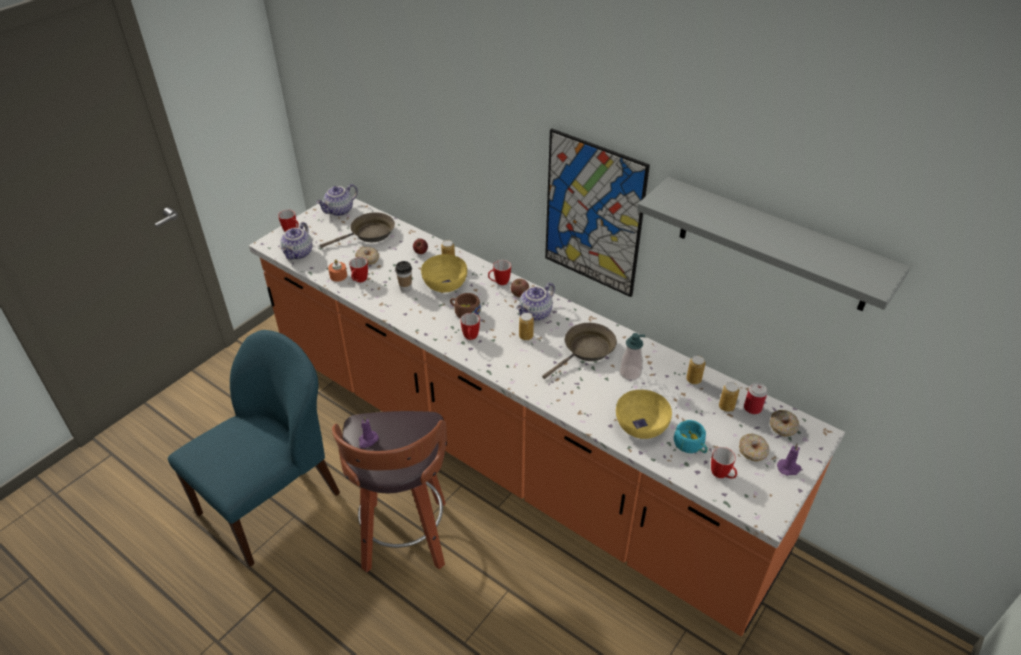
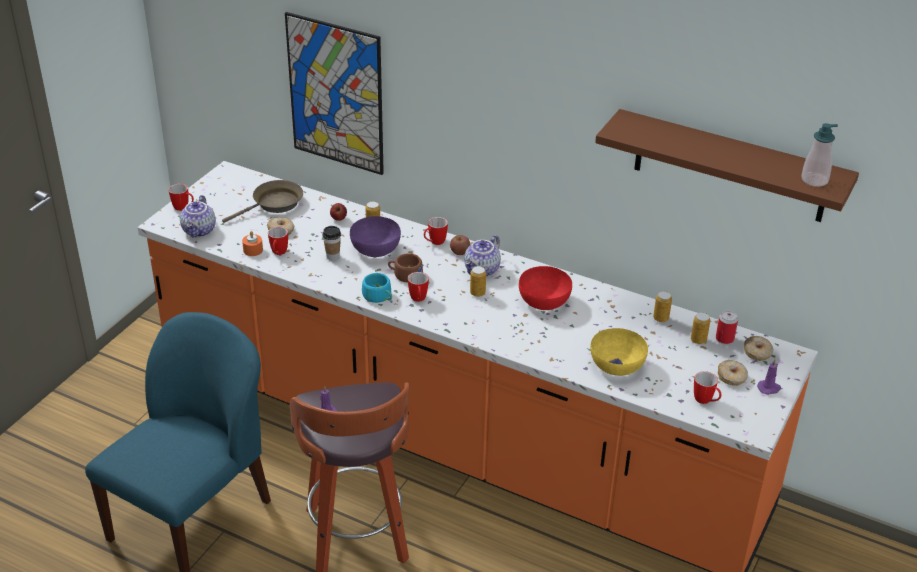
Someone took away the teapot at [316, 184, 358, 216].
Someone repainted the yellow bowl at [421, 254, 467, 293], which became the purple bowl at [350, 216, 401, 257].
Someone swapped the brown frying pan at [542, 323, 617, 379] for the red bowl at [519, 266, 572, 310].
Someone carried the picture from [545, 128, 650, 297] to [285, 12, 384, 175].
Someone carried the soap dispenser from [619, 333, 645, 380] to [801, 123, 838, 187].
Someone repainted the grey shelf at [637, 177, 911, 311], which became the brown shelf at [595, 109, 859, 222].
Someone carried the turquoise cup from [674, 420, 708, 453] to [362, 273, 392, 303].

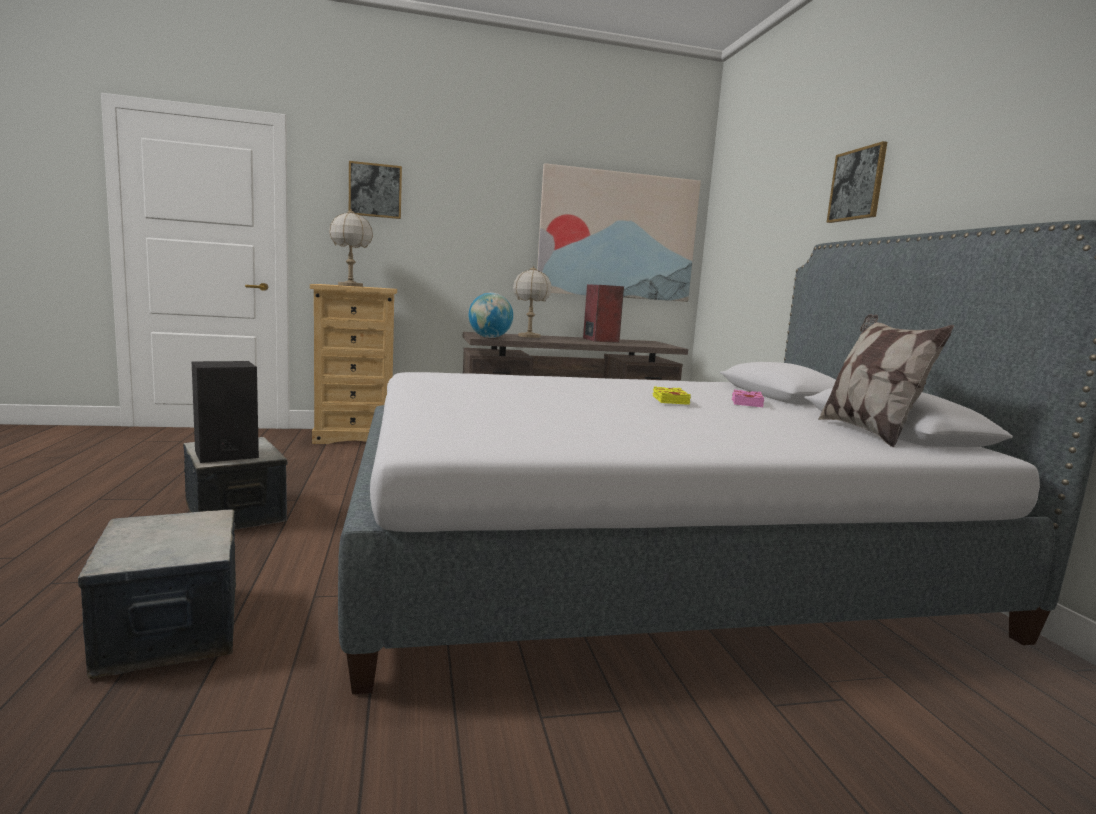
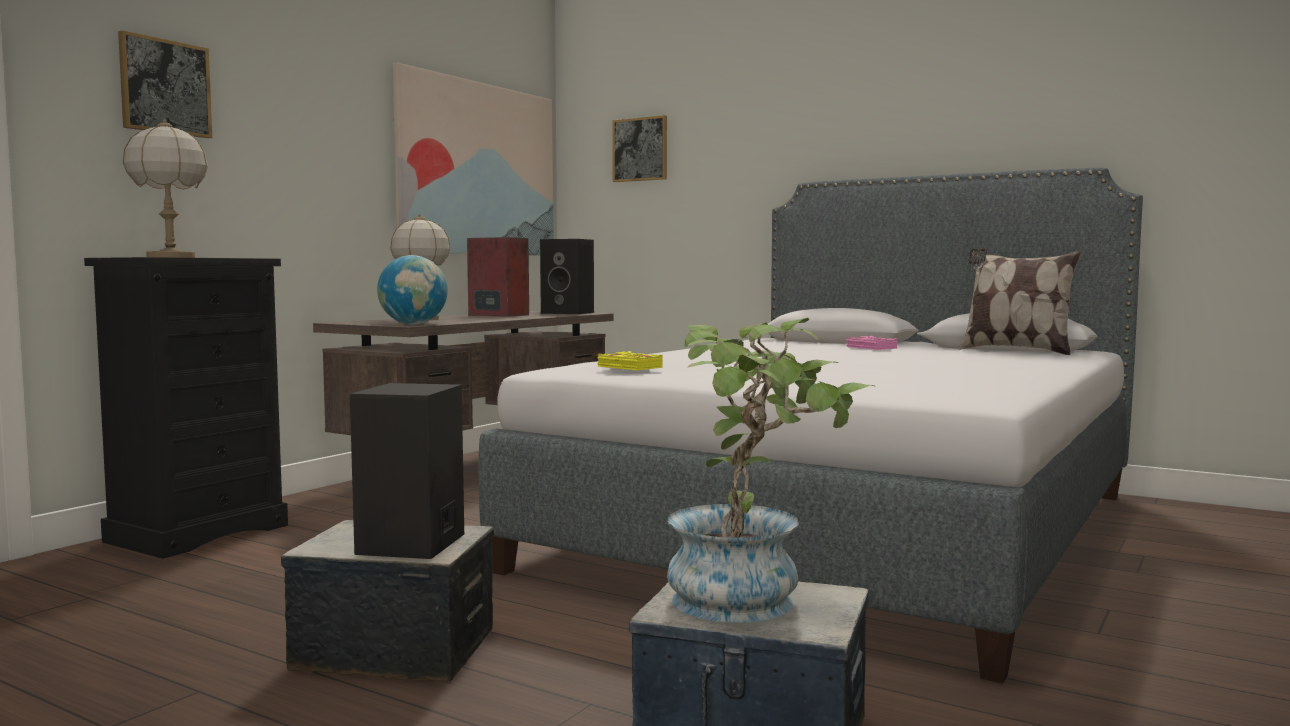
Someone repainted the beige dresser at [310, 284, 397, 444], which became the black dresser at [84, 257, 288, 559].
Someone carried the yellow book from [653, 386, 691, 405] to [598, 351, 663, 370].
Someone carried the picture from [826, 141, 887, 223] to [612, 115, 667, 182].
Someone put down the black speaker at [540, 239, 594, 314].
Someone put down the potted plant at [667, 318, 874, 623].

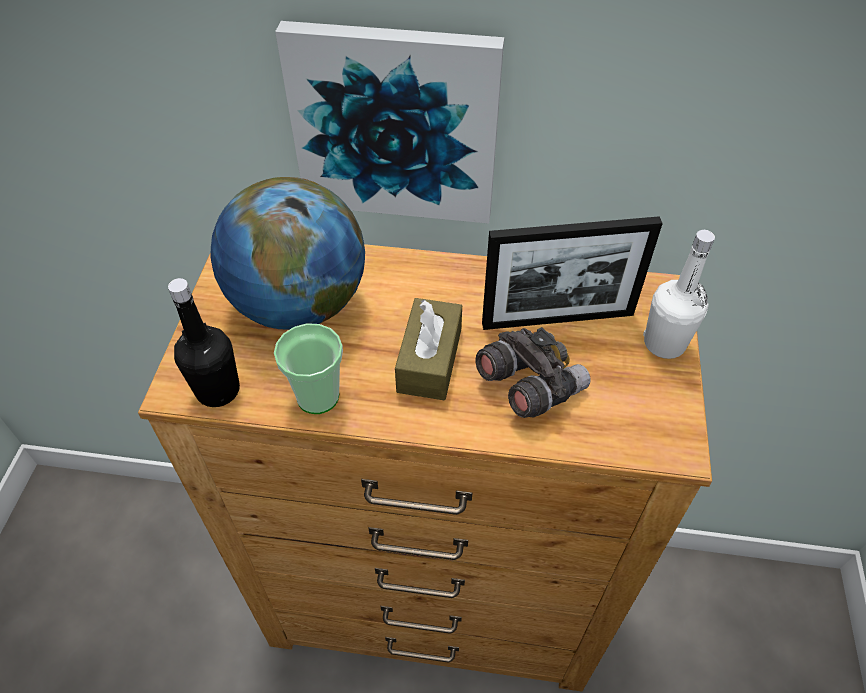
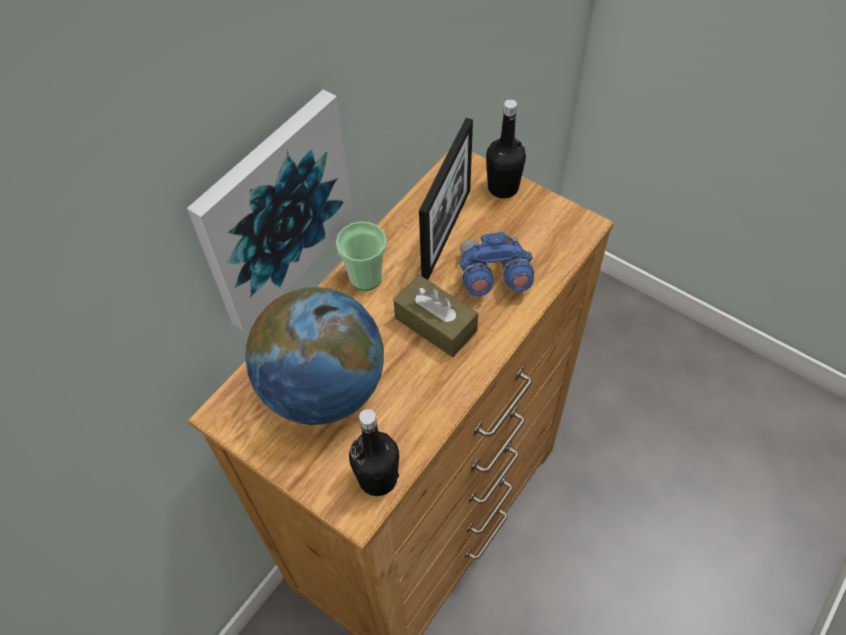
Someone carried the cup from [274, 323, 343, 414] to [336, 222, 387, 291].
Someone repainted the grey binoculars at [475, 327, 591, 418], which became the blue binoculars at [459, 232, 534, 296].
Someone repainted the white bottle at [643, 230, 715, 359], which became the black bottle at [486, 99, 526, 198].

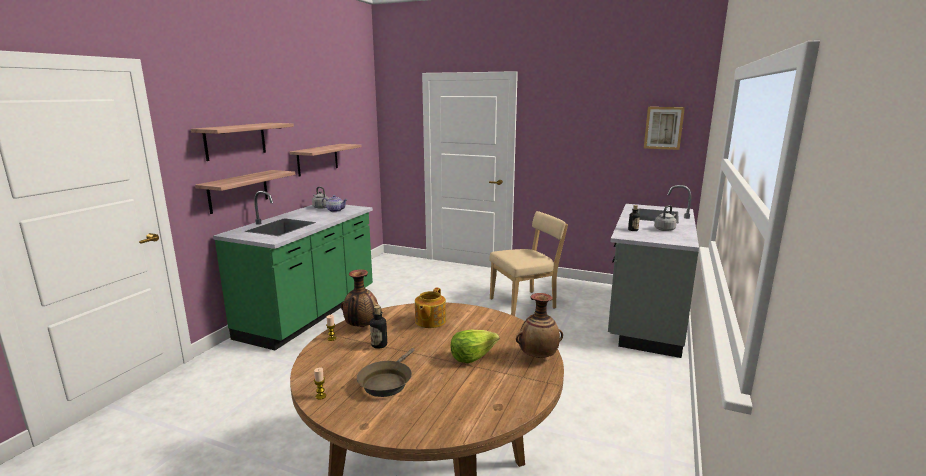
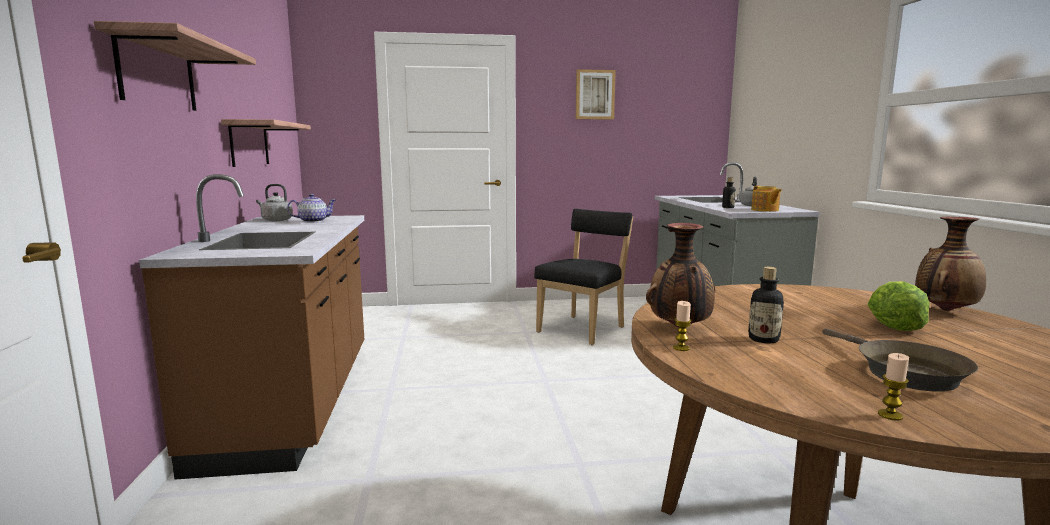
Someone took away the shelf at [195, 170, 295, 214].
Someone repainted the green counter at [213, 191, 373, 350], which became the brown counter at [139, 174, 364, 480].
Someone carried the teapot from [415, 288, 446, 328] to [751, 186, 782, 212].
Someone repainted the beige chair at [489, 211, 568, 316], which became the black chair at [534, 209, 633, 345].
Someone carried the picture from [644, 107, 685, 150] to [576, 69, 616, 119].

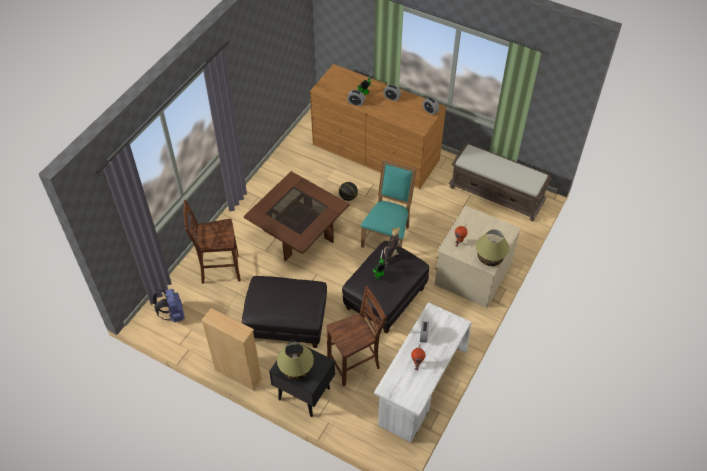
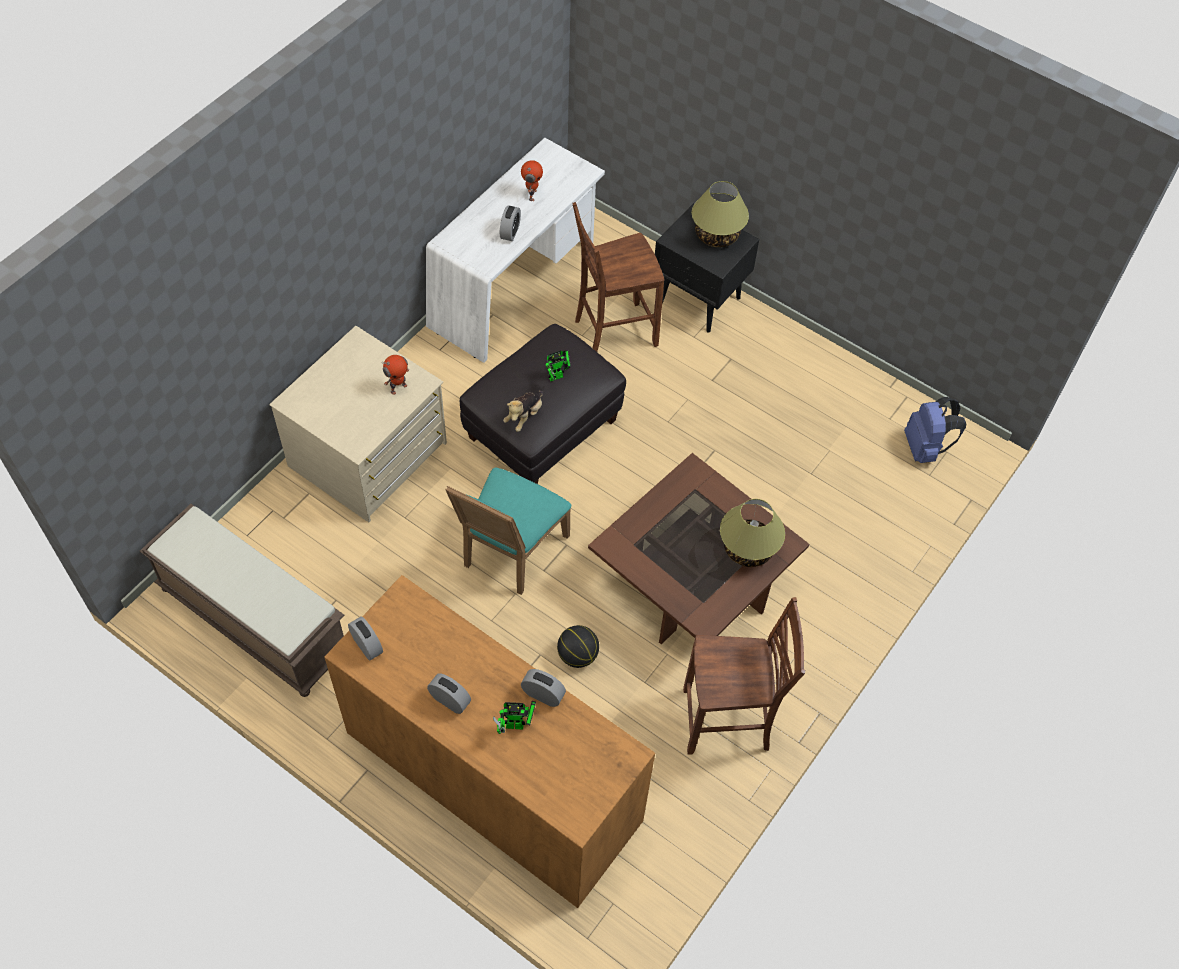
Someone carried the brown chair from [184, 200, 241, 284] to [683, 597, 805, 755].
Someone took away the beige bookcase at [201, 308, 263, 391].
Someone took away the black ottoman at [242, 276, 327, 348].
Someone carried the table lamp from [476, 229, 509, 266] to [720, 499, 785, 567].

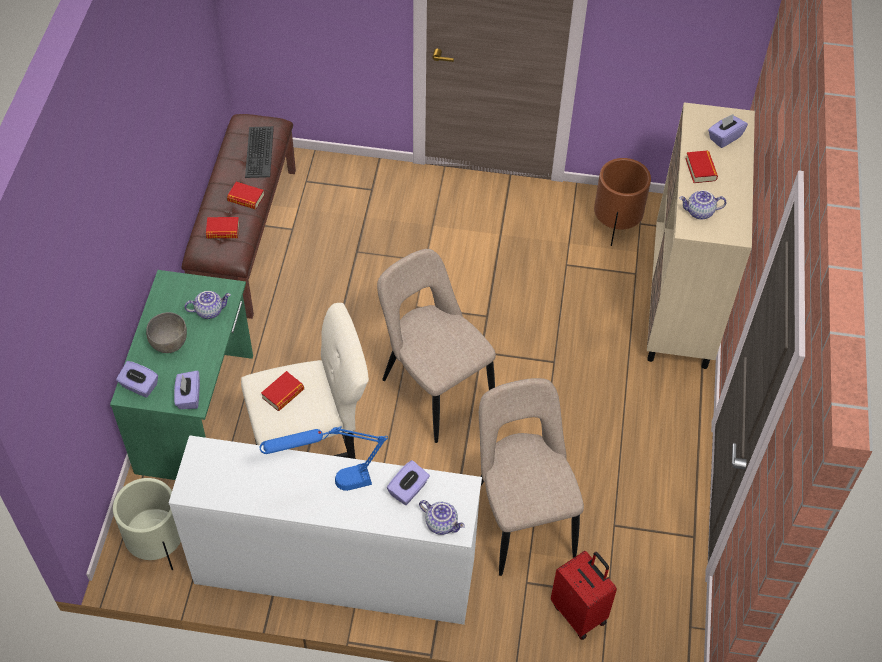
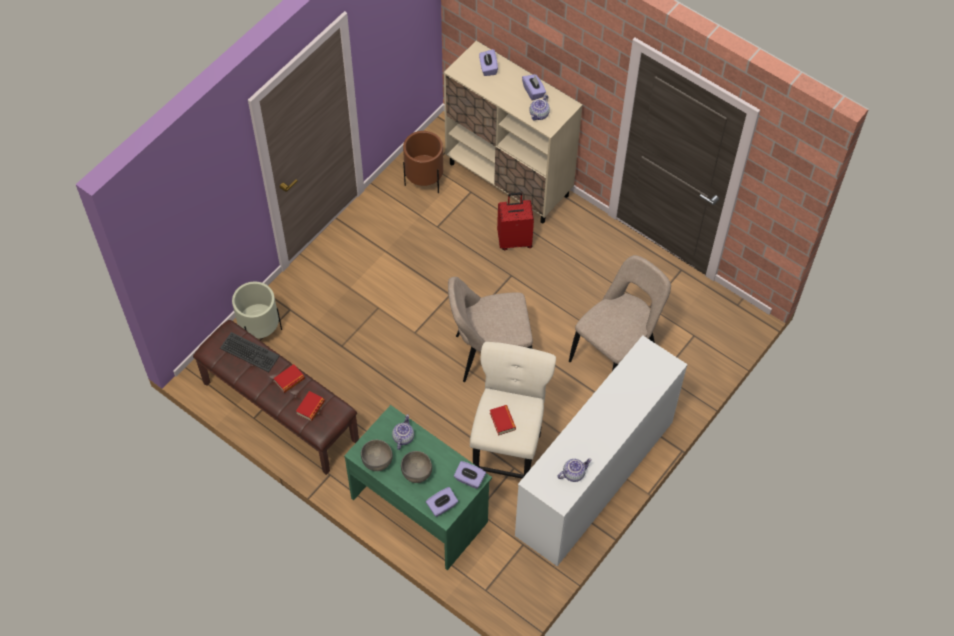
Someone carried the beige planter from [113, 478, 181, 570] to [232, 282, 282, 339].
Someone took away the blue table lamp at [260, 426, 388, 491].
Someone carried the purple tissue box from [387, 460, 430, 505] to [522, 74, 546, 101].
Someone carried the teapot from [419, 500, 465, 535] to [558, 458, 592, 482].
Someone rotated the beige chair at [479, 378, 584, 576] by 120 degrees clockwise.
Someone carried the red suitcase from [551, 551, 617, 640] to [497, 192, 534, 250].
Someone took away the book at [685, 150, 718, 183].
Someone put down the grey bowl at [361, 440, 393, 471].

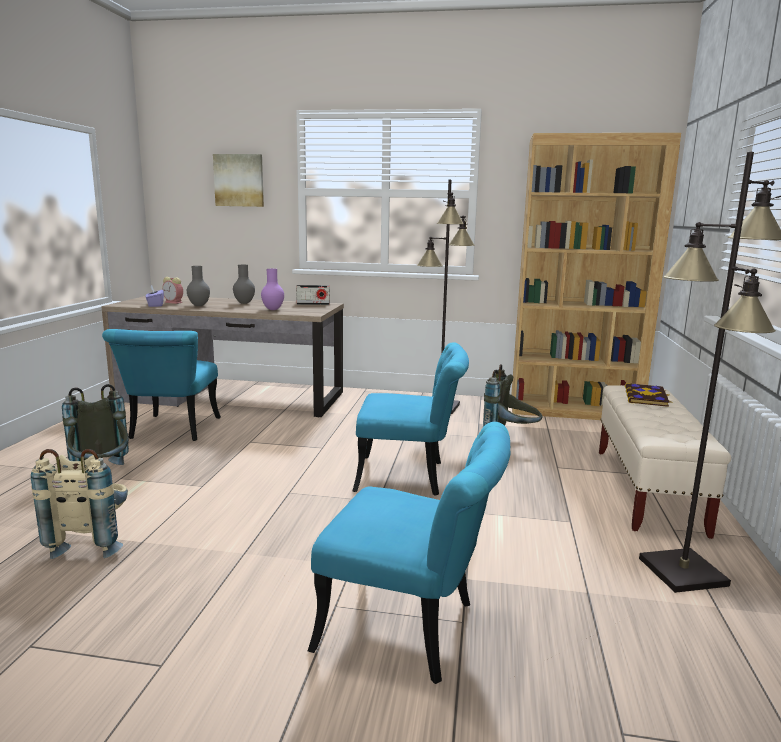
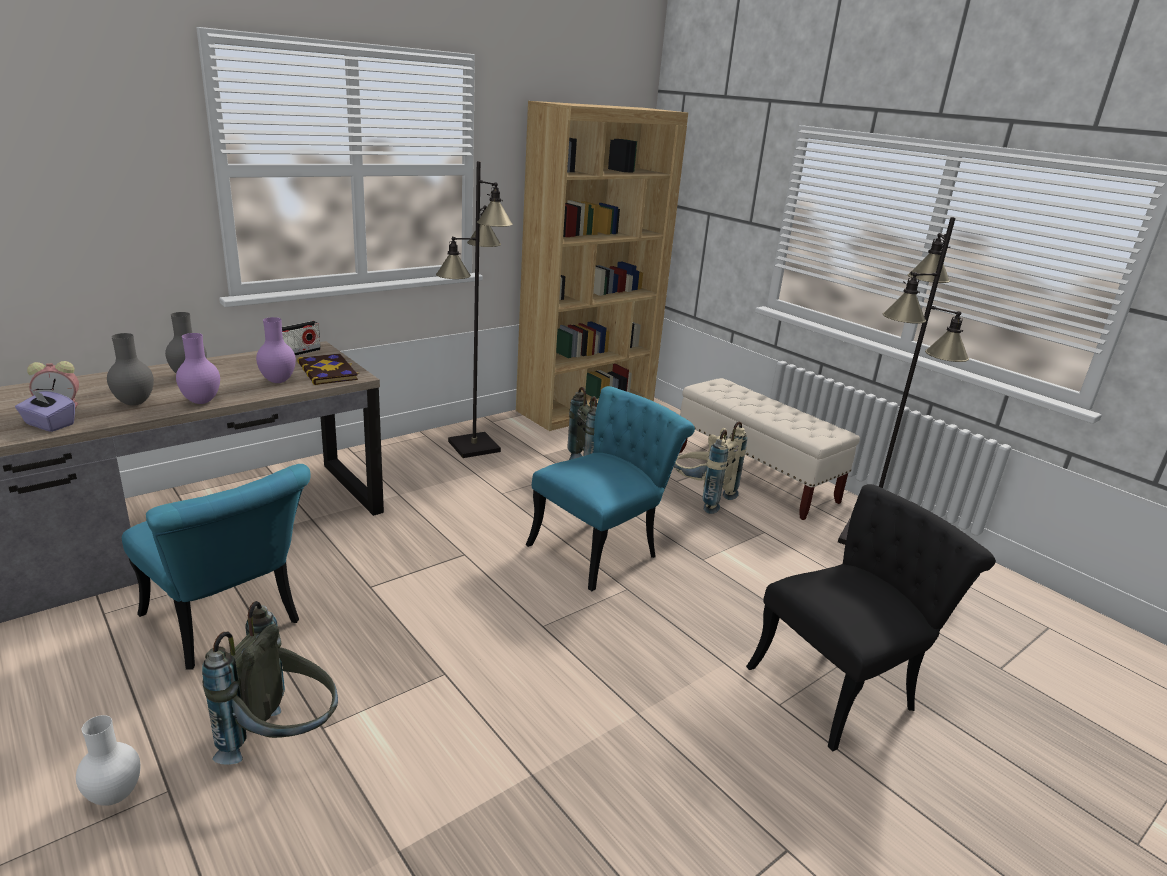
Someone carried the beige backpack from [31, 449, 128, 559] to [674, 422, 747, 514].
Someone took away the picture at [213, 154, 264, 207].
Someone repainted the turquoise chair at [308, 422, 510, 684], which became the black chair at [746, 484, 996, 751].
Someone carried the book from [625, 383, 672, 407] to [297, 353, 360, 385].
Someone put down the white vase at [76, 715, 141, 806].
Someone put down the purple vase at [176, 333, 220, 404].

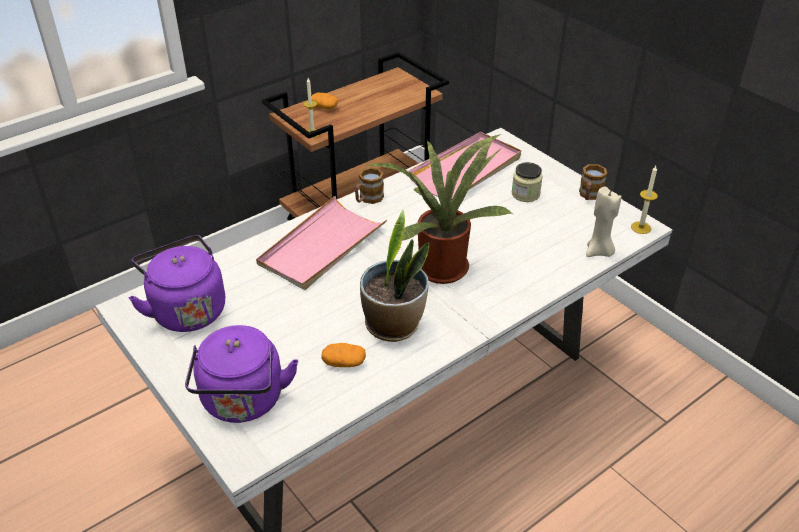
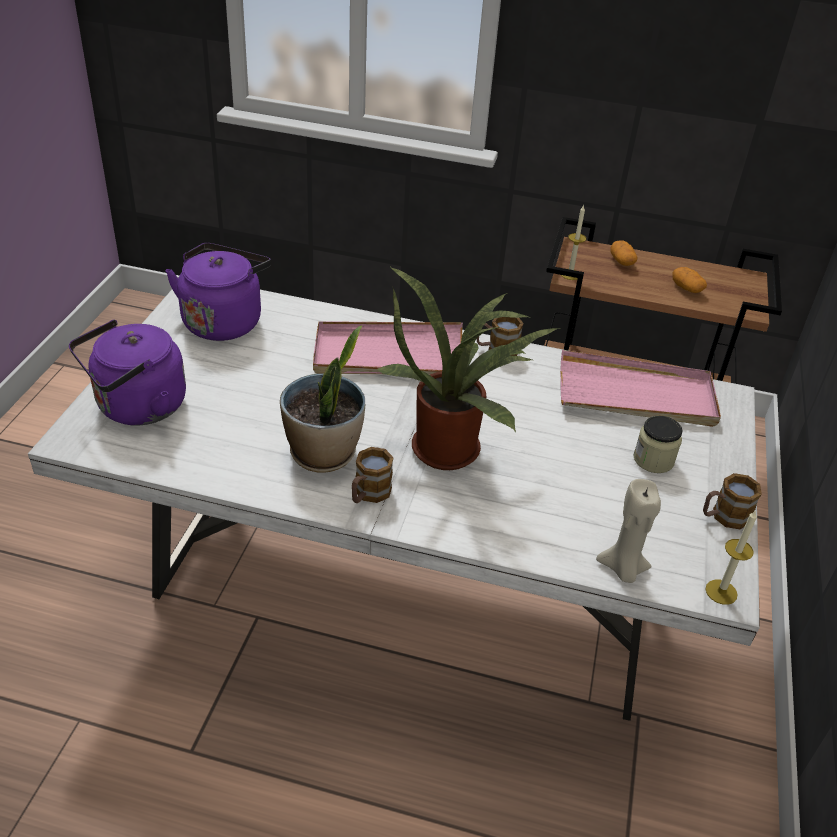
Someone carried the potato from [321, 343, 366, 367] to [672, 267, 707, 293].
Someone put down the mug at [352, 447, 394, 503].

